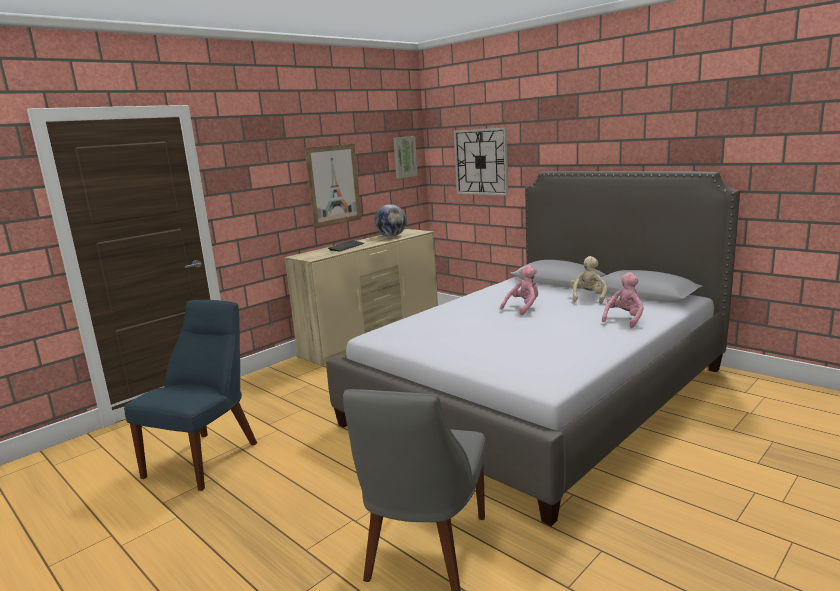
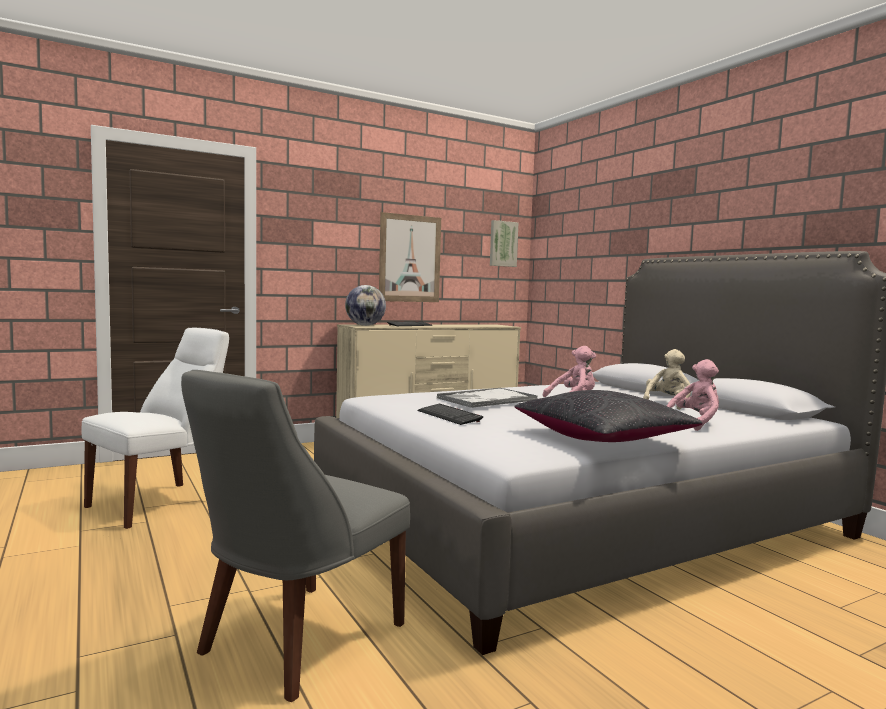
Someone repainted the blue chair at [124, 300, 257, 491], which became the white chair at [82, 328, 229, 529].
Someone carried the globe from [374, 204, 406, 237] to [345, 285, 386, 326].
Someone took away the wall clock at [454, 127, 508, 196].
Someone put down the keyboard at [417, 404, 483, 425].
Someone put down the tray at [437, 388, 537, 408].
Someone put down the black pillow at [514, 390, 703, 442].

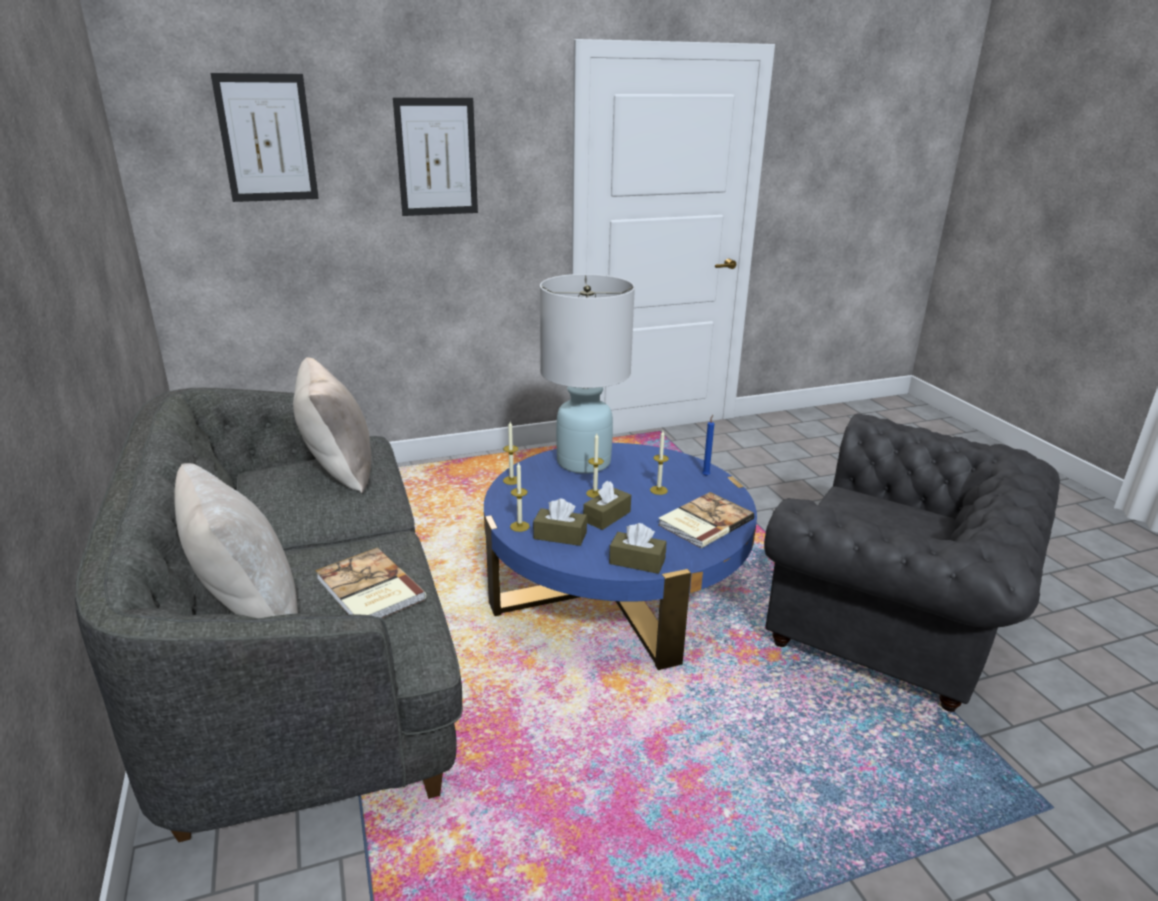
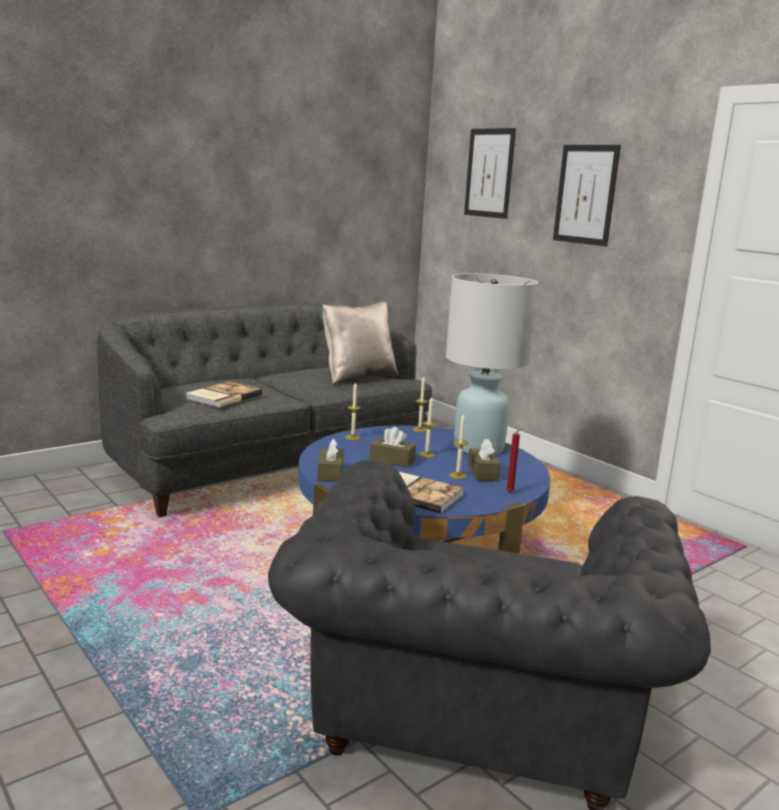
Someone took away the beige pillow at [174, 463, 298, 618].
Someone carried the brown tissue box from [533, 499, 587, 546] to [468, 439, 500, 481].
Someone repainted the blue candle at [702, 415, 714, 476], which became the red candle at [506, 428, 524, 493].

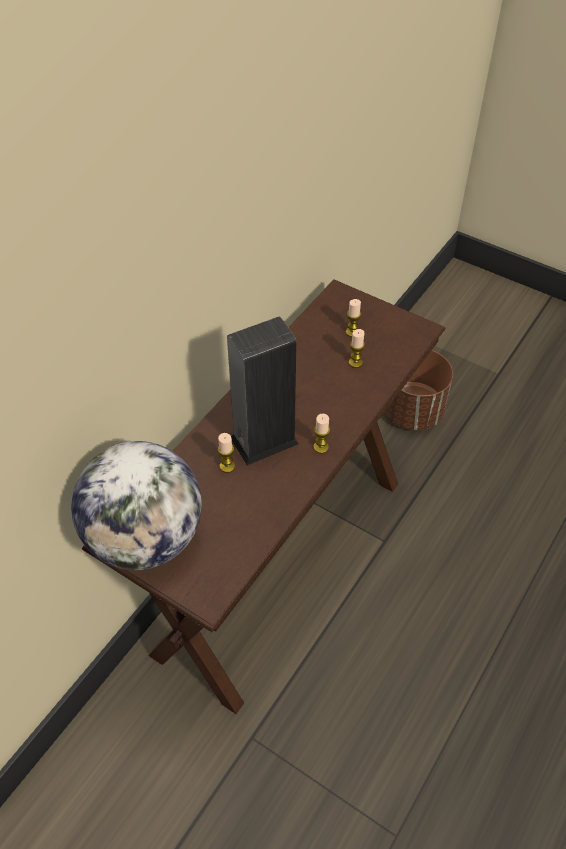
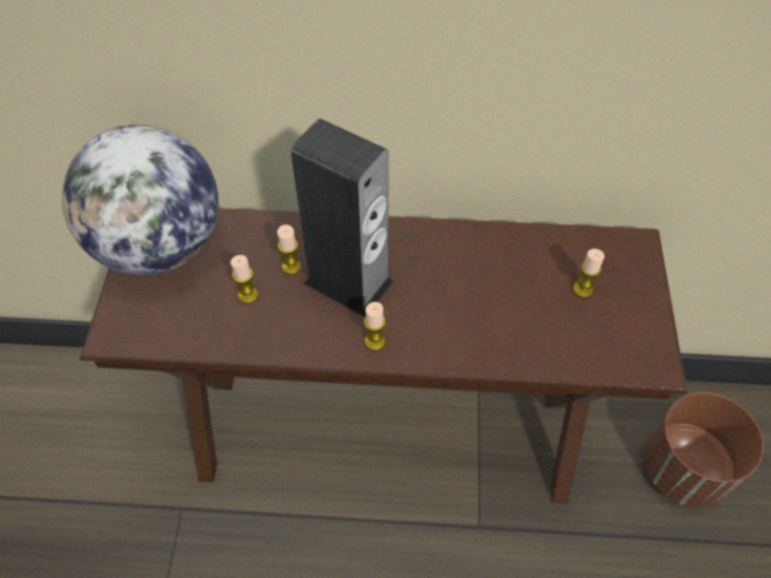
Someone carried the candle from [349, 329, 365, 368] to [230, 255, 258, 304].

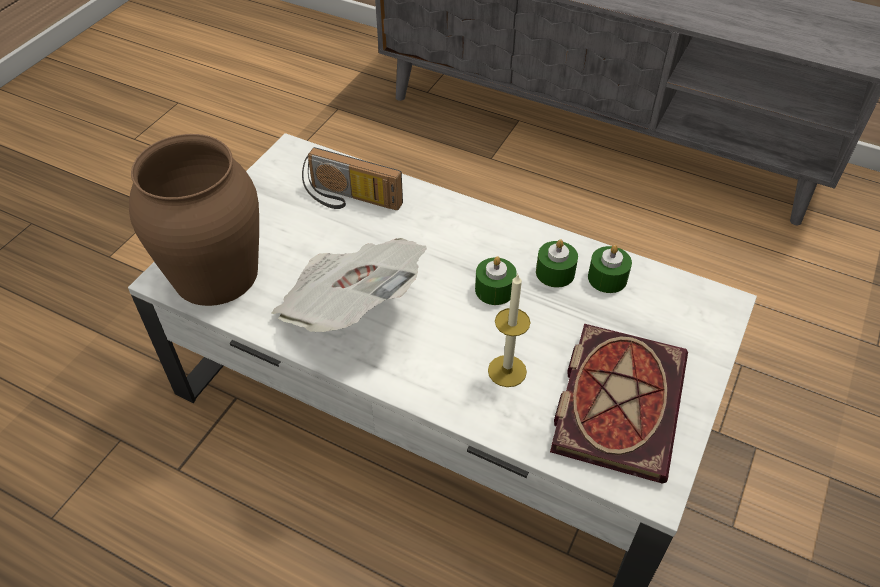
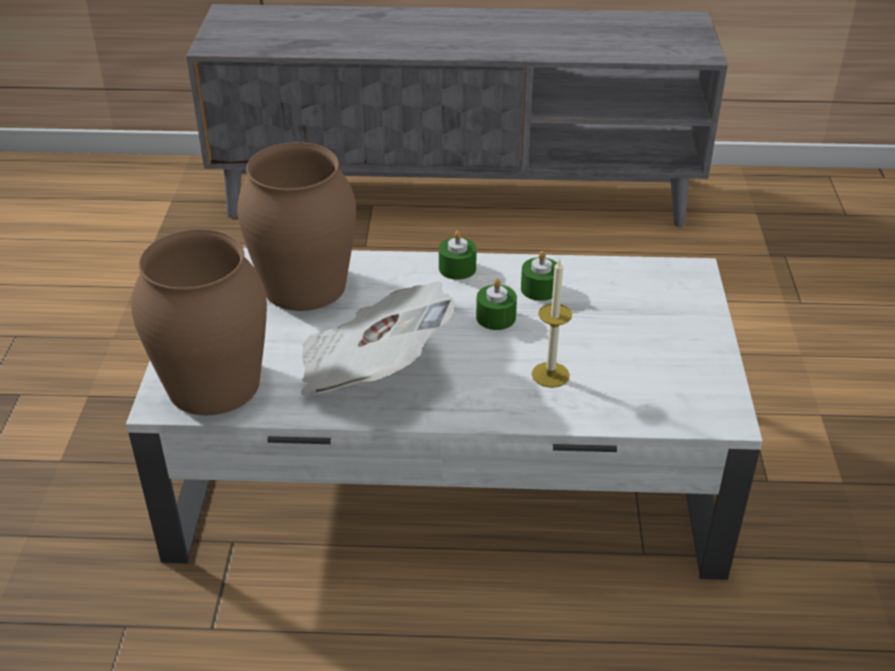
Someone swapped the radio at [302, 147, 403, 210] for the brown vase at [237, 142, 356, 311].
Someone took away the book at [550, 324, 688, 484].
Someone carried the green candle from [588, 245, 632, 293] to [439, 230, 477, 280].

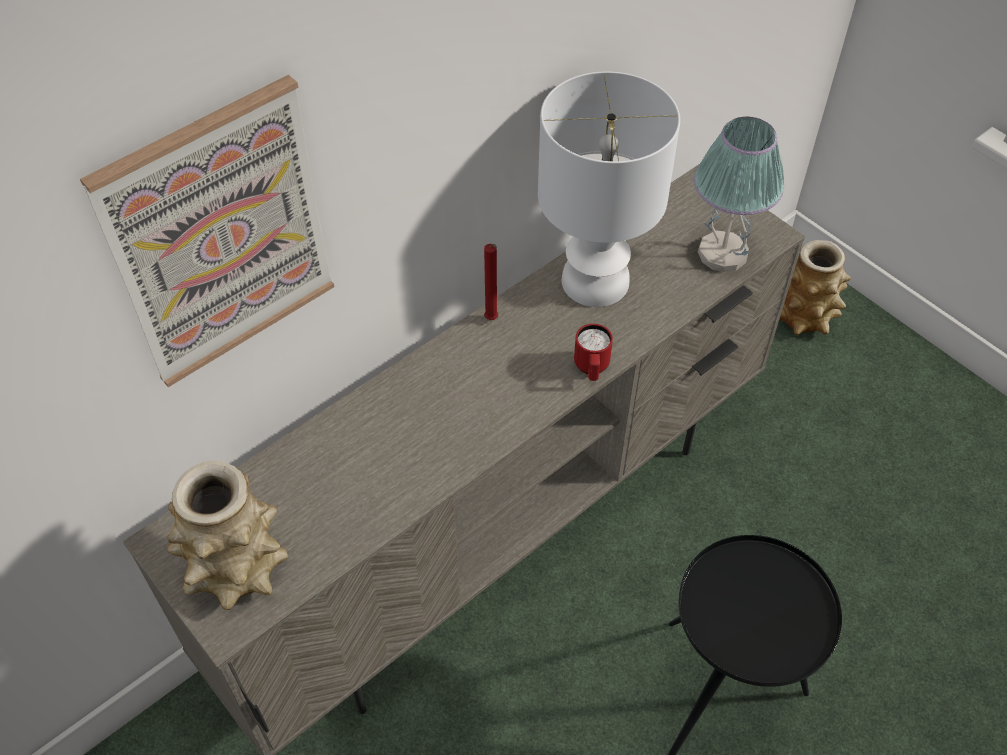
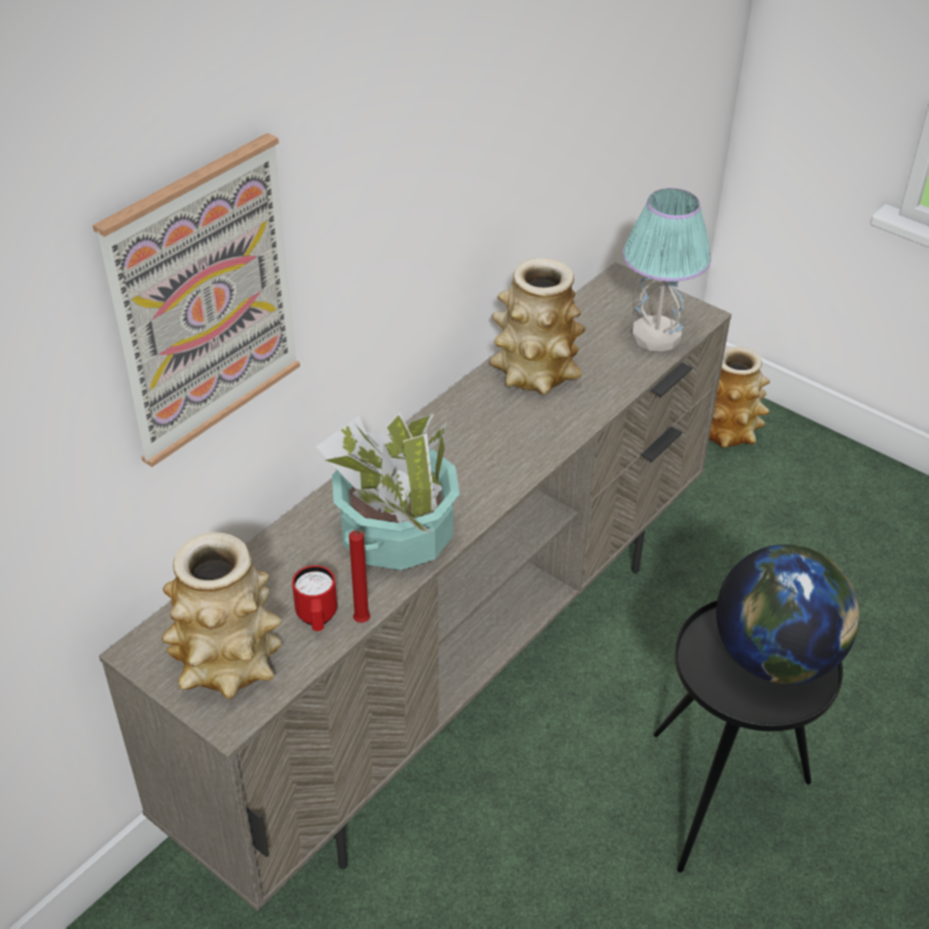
Someone carried the red candle from [484, 244, 498, 320] to [349, 530, 370, 623].
Someone swapped the white table lamp at [538, 72, 680, 307] for the vase at [490, 258, 585, 395].
Someone carried the red mug from [574, 324, 613, 381] to [292, 565, 337, 631].
Someone put down the potted plant at [316, 413, 460, 570].
Someone put down the globe at [716, 544, 859, 684].

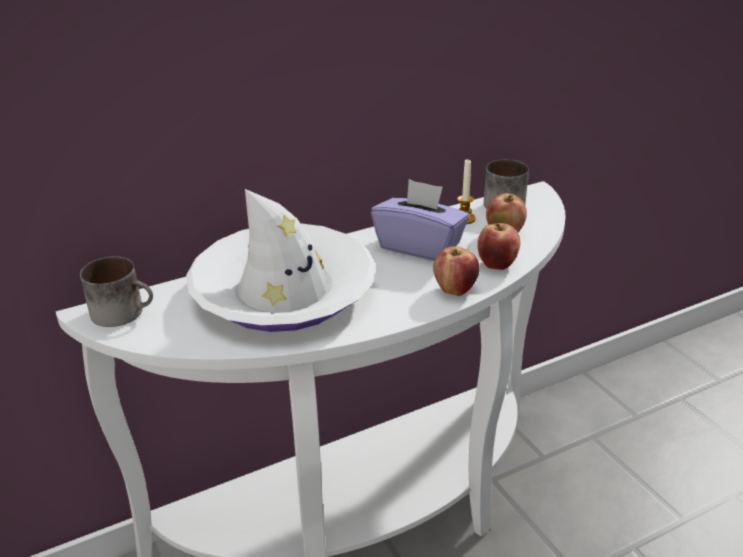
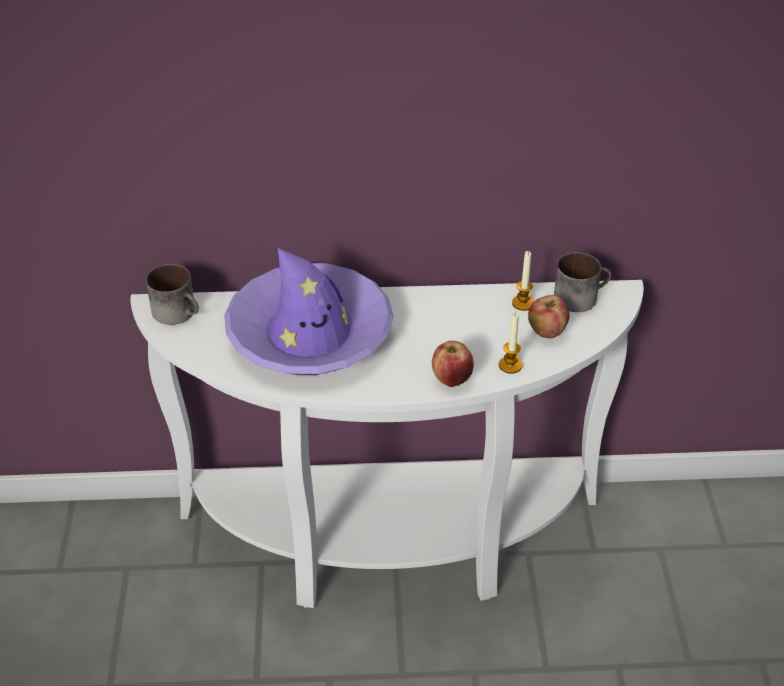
Someone repainted the white hat at [186, 189, 376, 332], which became the purple hat at [224, 248, 393, 375].
Someone took away the purple tissue box at [371, 179, 470, 261].
Someone swapped the apple at [477, 223, 520, 270] for the candle at [499, 313, 522, 374].

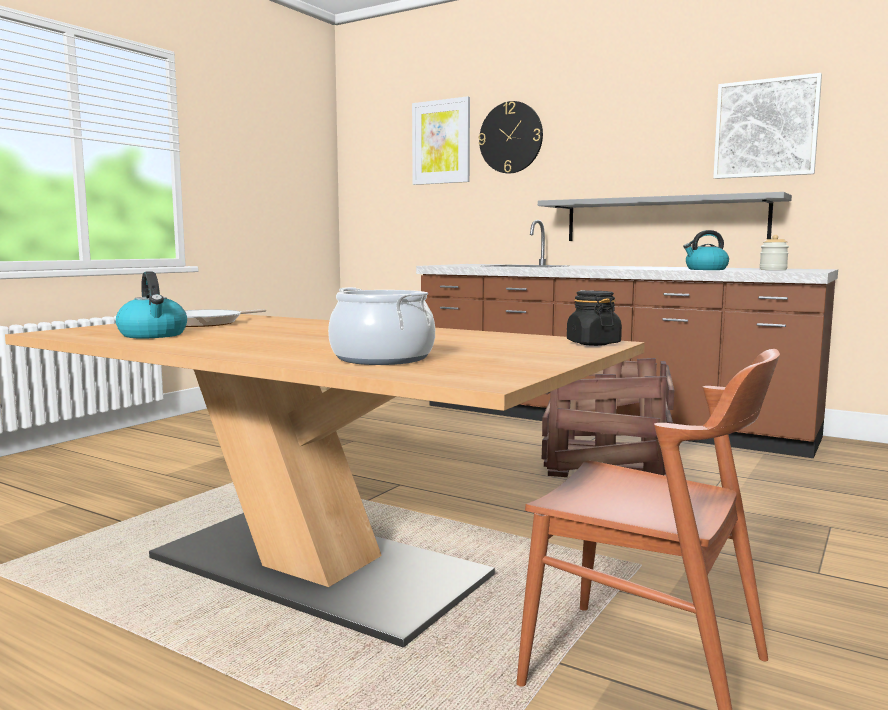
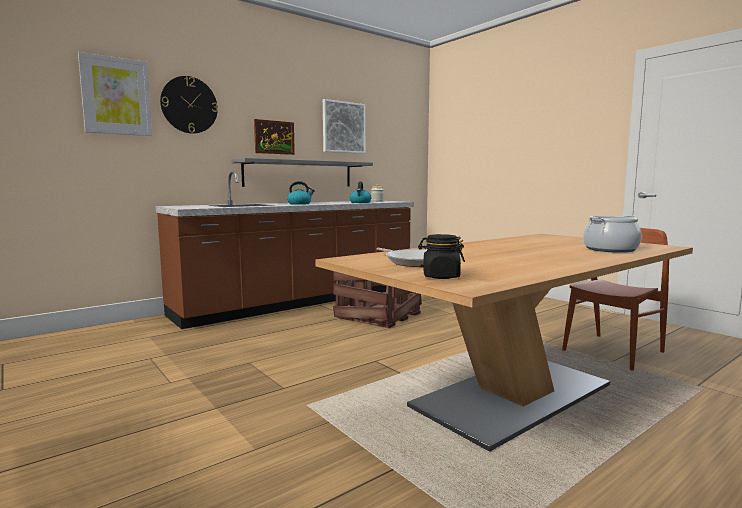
Someone carried the kettle from [116, 272, 187, 338] to [287, 181, 315, 205].
Someone carried the black jar from [567, 291, 622, 346] to [418, 234, 465, 279].
Someone put up the picture at [254, 119, 295, 155].

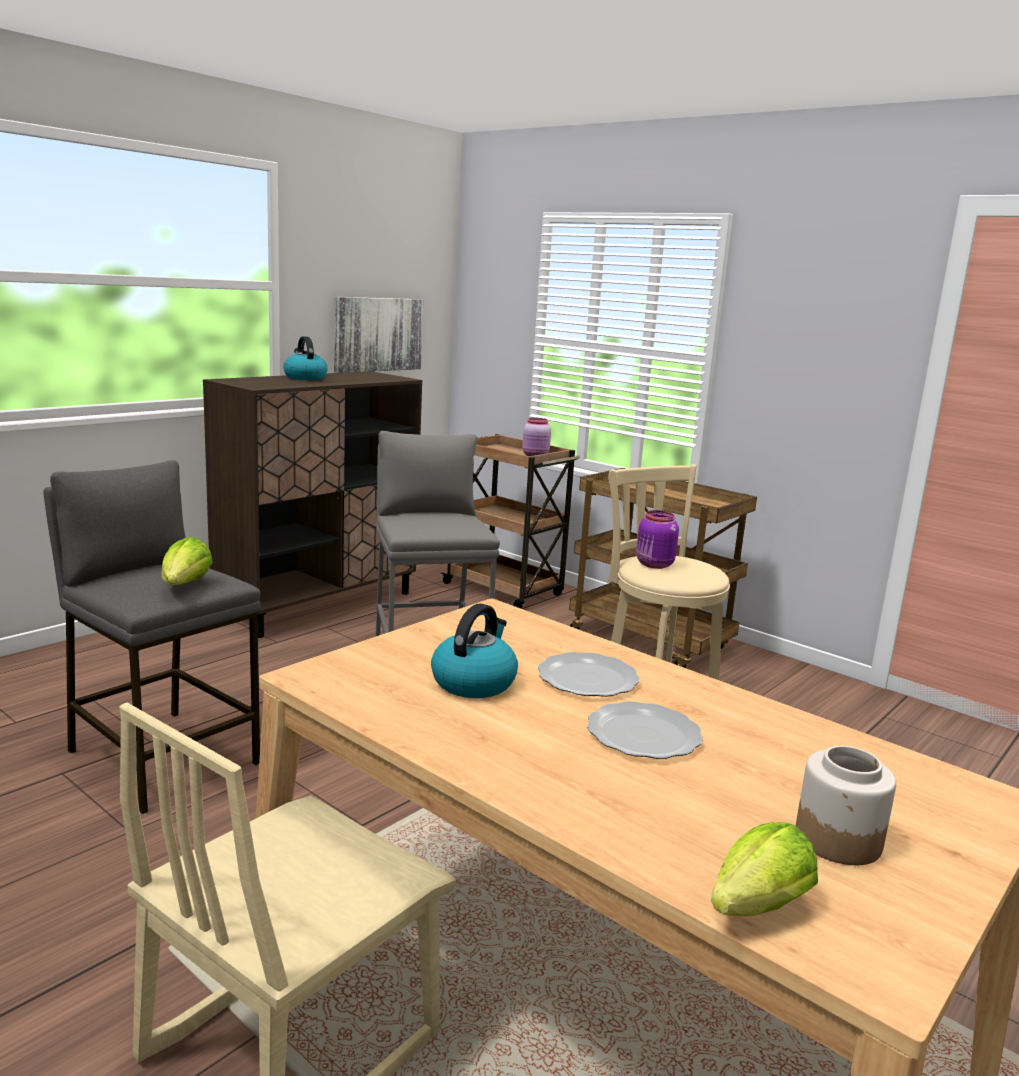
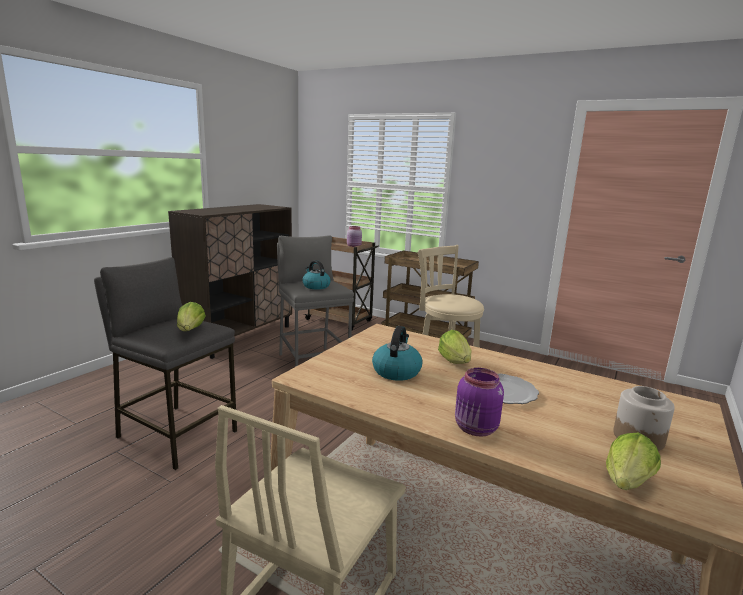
Someone carried the kettle from [283, 336, 328, 380] to [302, 260, 331, 289].
Someone took away the picture at [334, 297, 423, 373].
Someone swapped the plate at [538, 652, 640, 697] for the lettuce at [438, 330, 471, 364].
Someone carried the purple jar from [636, 510, 679, 569] to [455, 368, 504, 437].

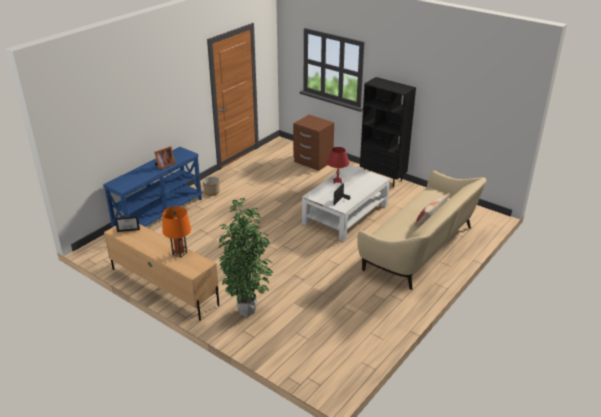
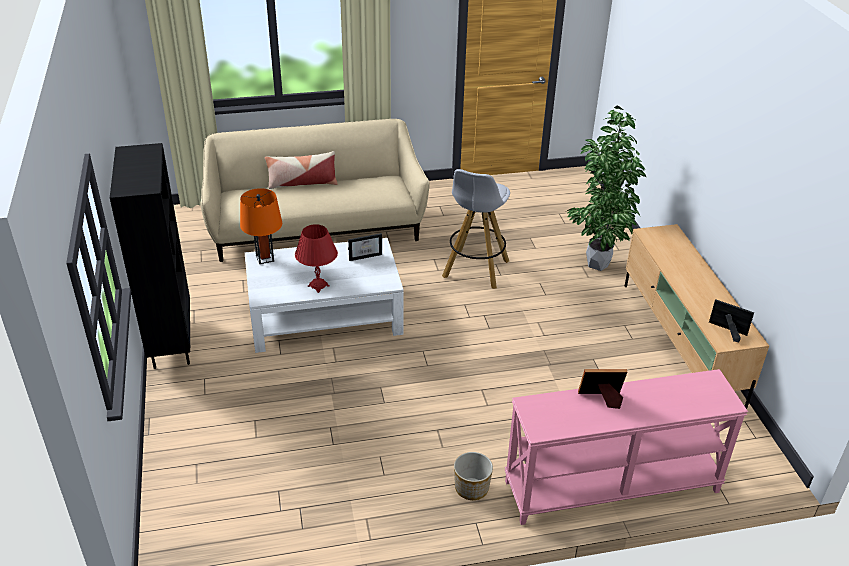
Someone repainted the blue console table at [103, 147, 202, 227], which became the pink console table at [505, 369, 748, 525].
Someone carried the orange table lamp from [162, 206, 191, 258] to [240, 188, 282, 264].
Someone took away the brown nightstand at [293, 115, 334, 171].
Someone put down the white stool at [442, 169, 510, 289].

